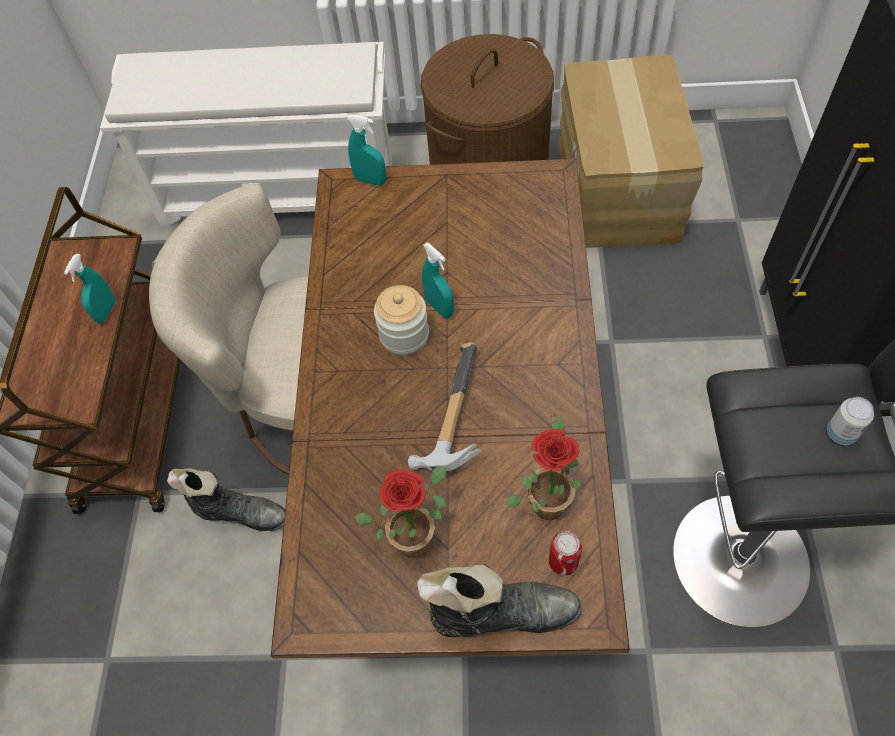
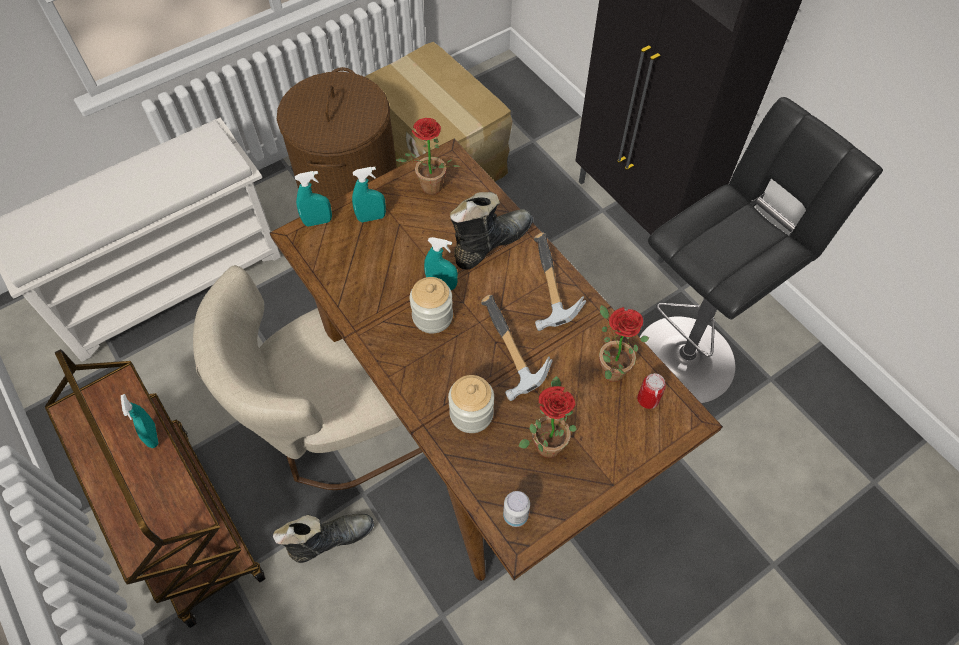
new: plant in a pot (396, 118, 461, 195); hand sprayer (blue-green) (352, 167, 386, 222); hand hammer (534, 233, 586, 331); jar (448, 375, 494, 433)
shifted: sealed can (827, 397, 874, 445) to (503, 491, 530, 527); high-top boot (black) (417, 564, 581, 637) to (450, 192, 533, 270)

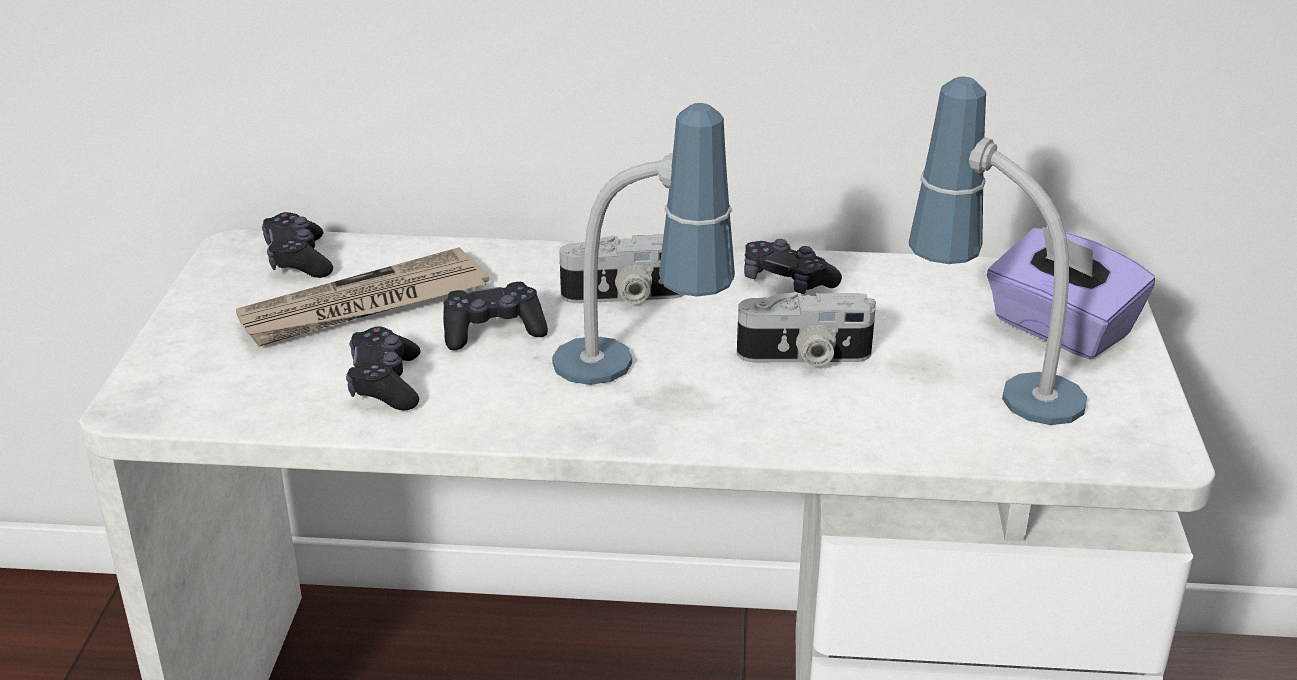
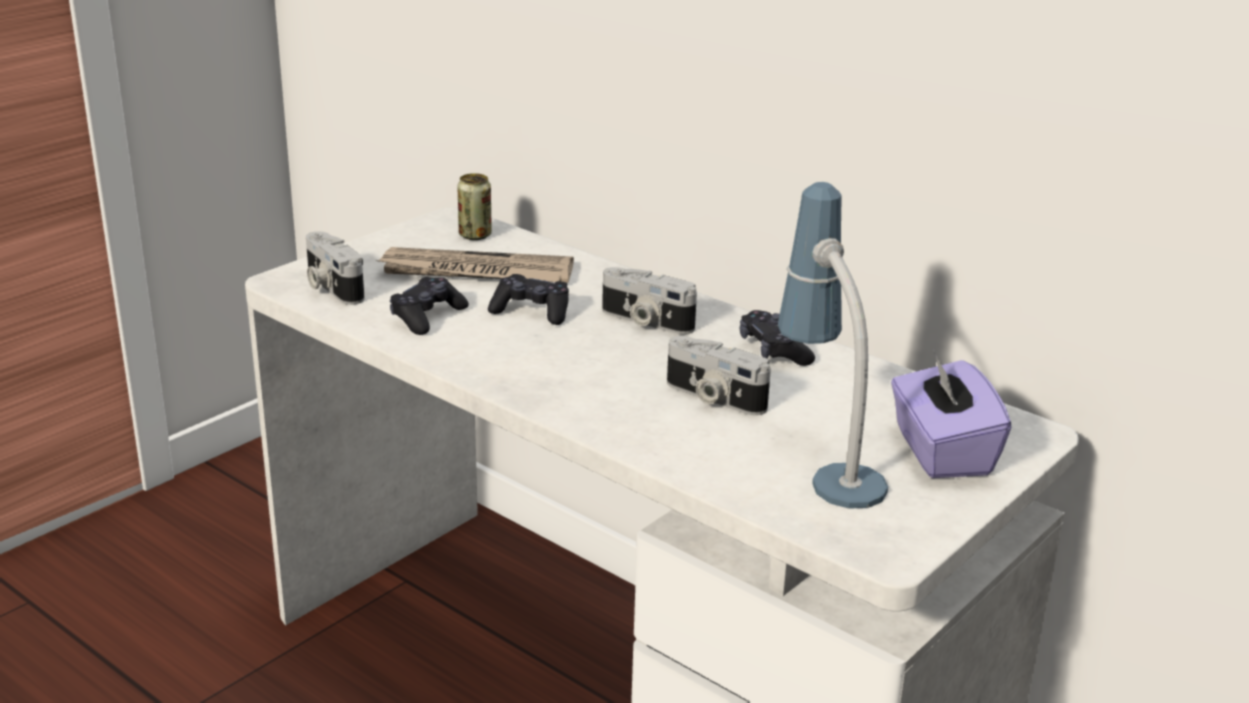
gone: table lamp (552, 103, 735, 385)
new: photo camera (306, 231, 365, 305)
swapped: game controller (black) (262, 212, 333, 278) to sealed can (457, 173, 492, 240)

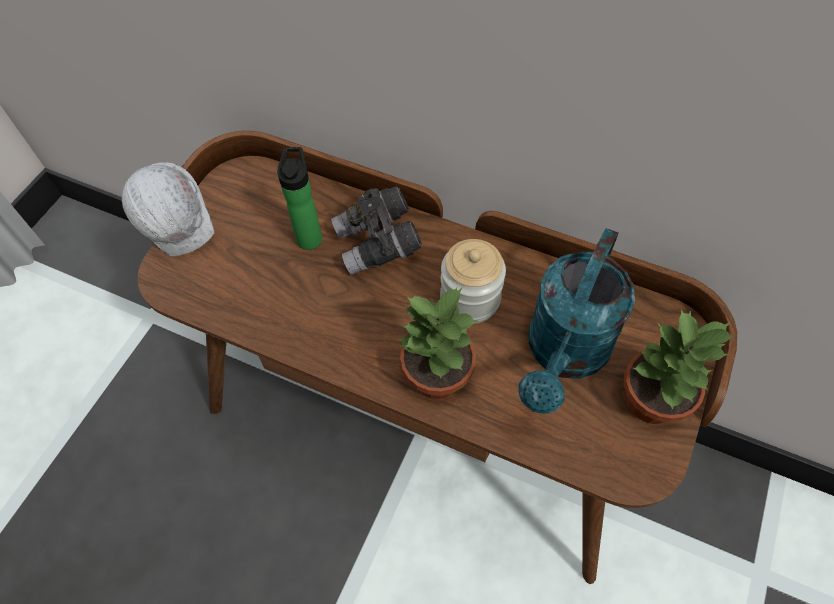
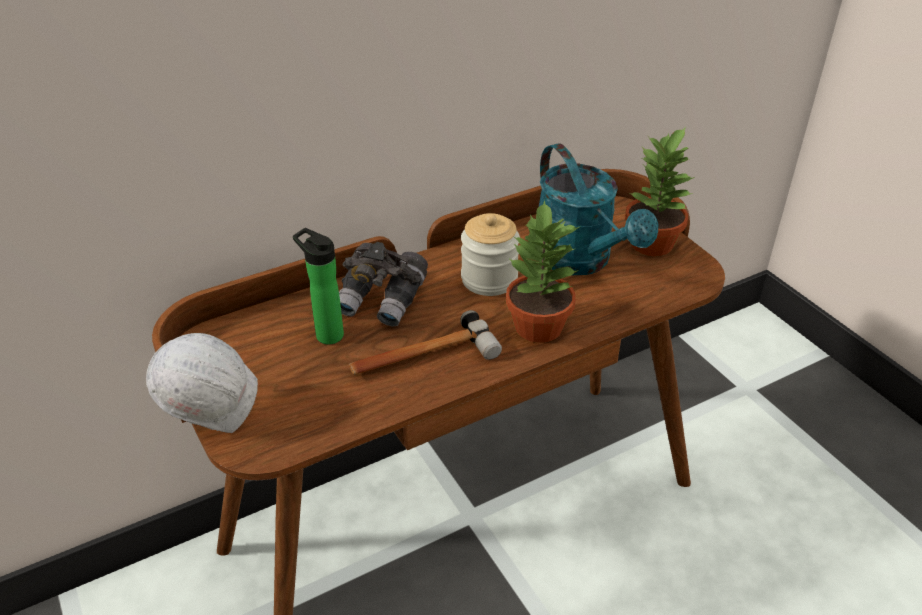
new: hand hammer (349, 310, 502, 375)

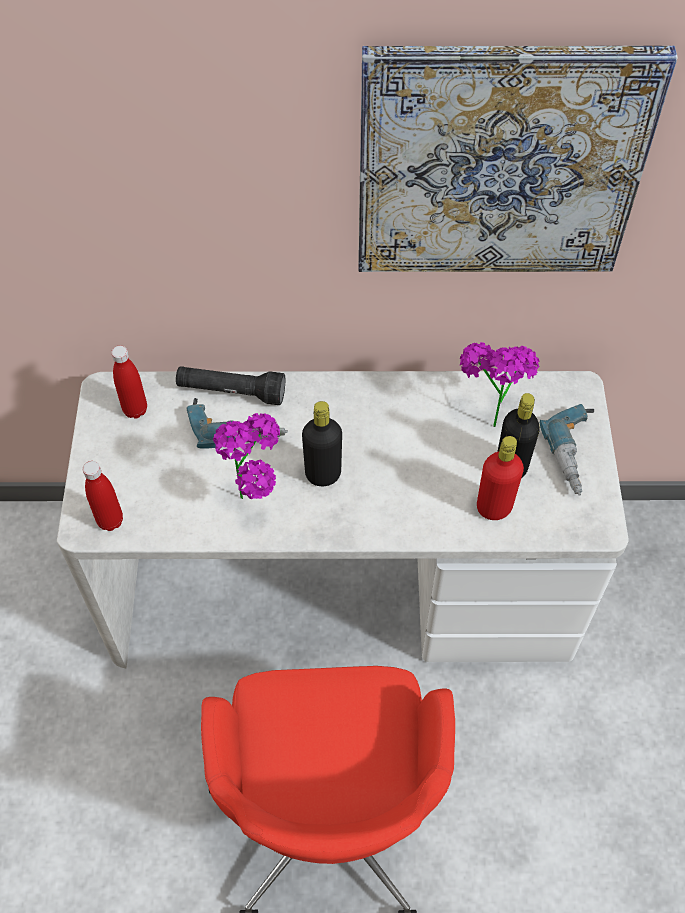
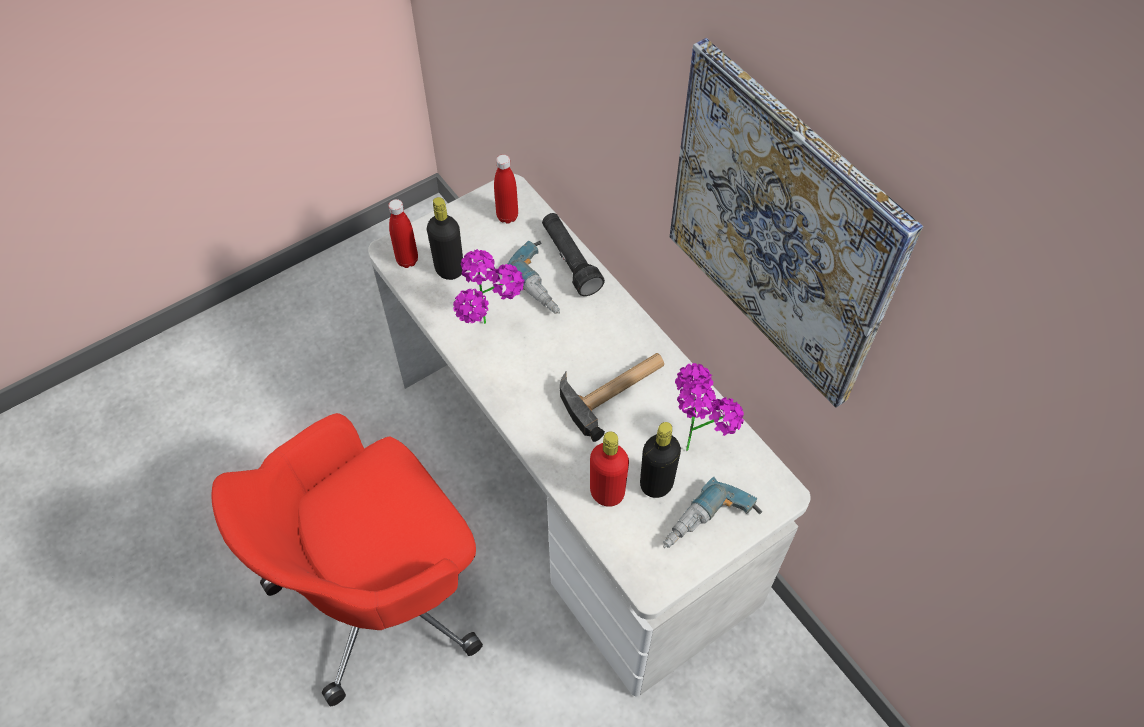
new: hand hammer (560, 353, 664, 442)
shifted: beverage bottle (black) (302, 401, 342, 486) to (427, 197, 463, 280)

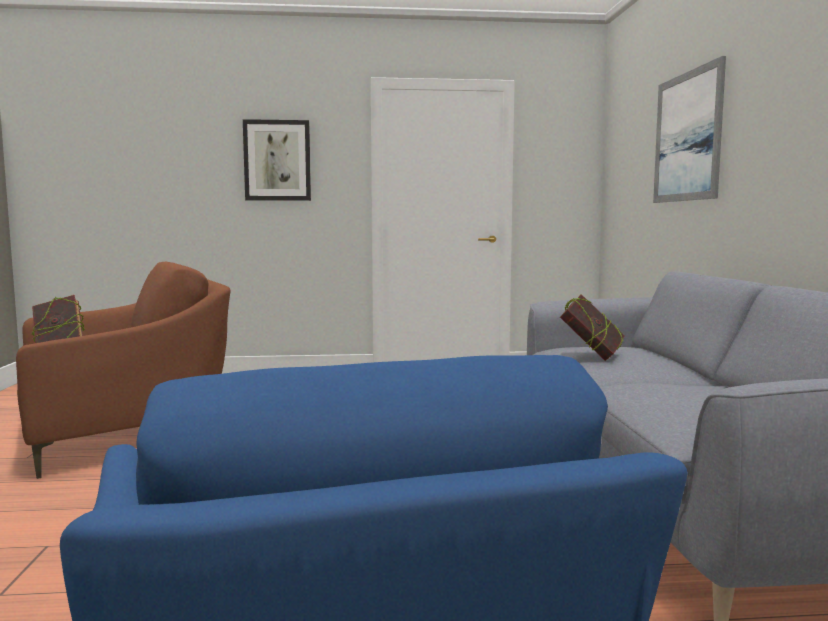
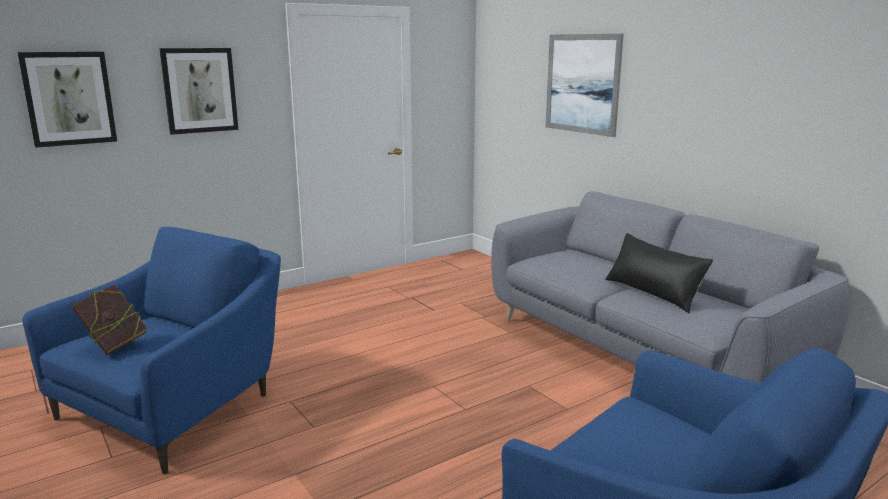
gone: volume (560, 294, 625, 361)
new: picture (17, 52, 117, 148); throw pillow (black) (605, 233, 713, 313)
repainted: easy chair (brown) (16, 262, 231, 479) to easy chair (bluish) (23, 227, 281, 474)

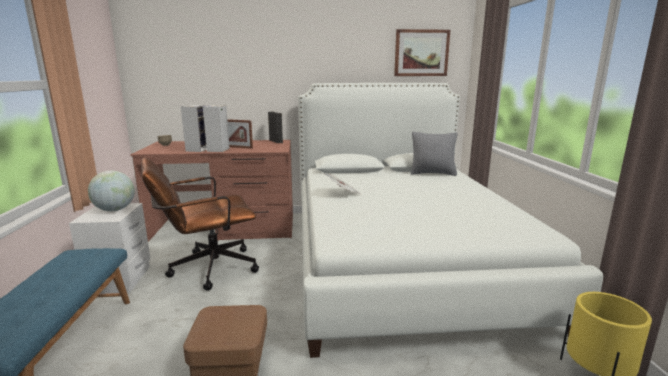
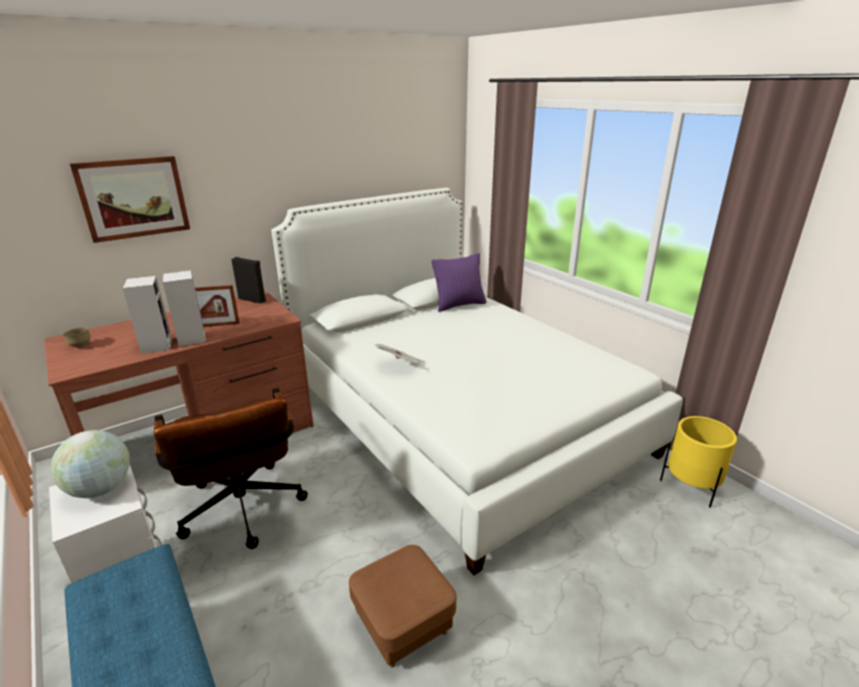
shifted: picture (394, 29, 450, 76) to (70, 156, 190, 243)
repainted: throw pillow (greyish) (411, 132, 458, 176) to throw pillow (purple-coloured) (431, 253, 487, 312)
rotated: computer chair (brown) (141, 157, 259, 291) = (154, 388, 308, 549) 60 degrees counterclockwise

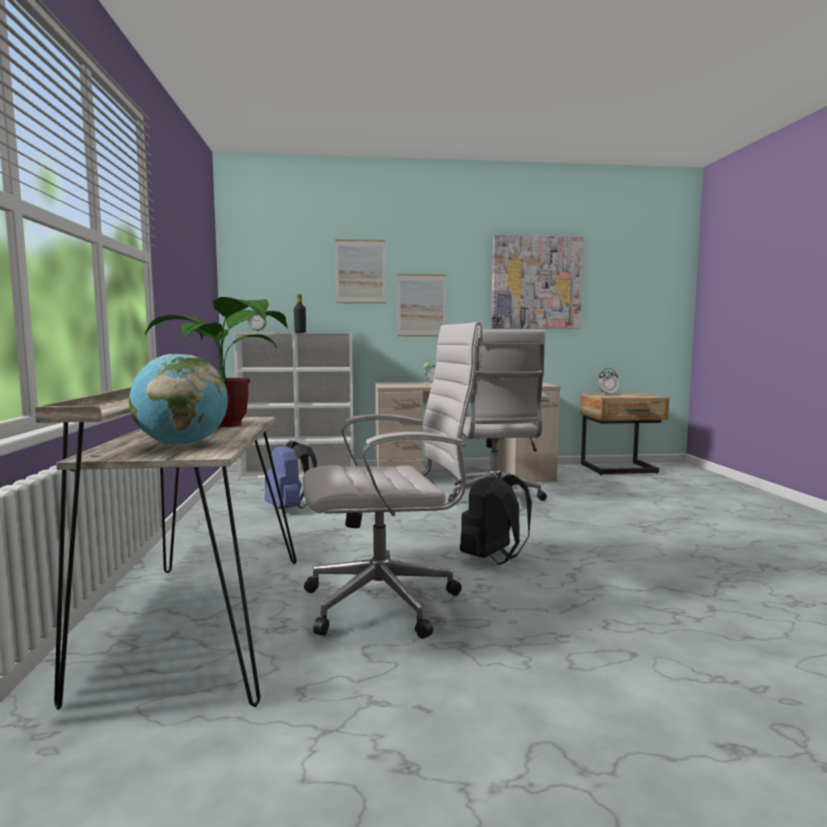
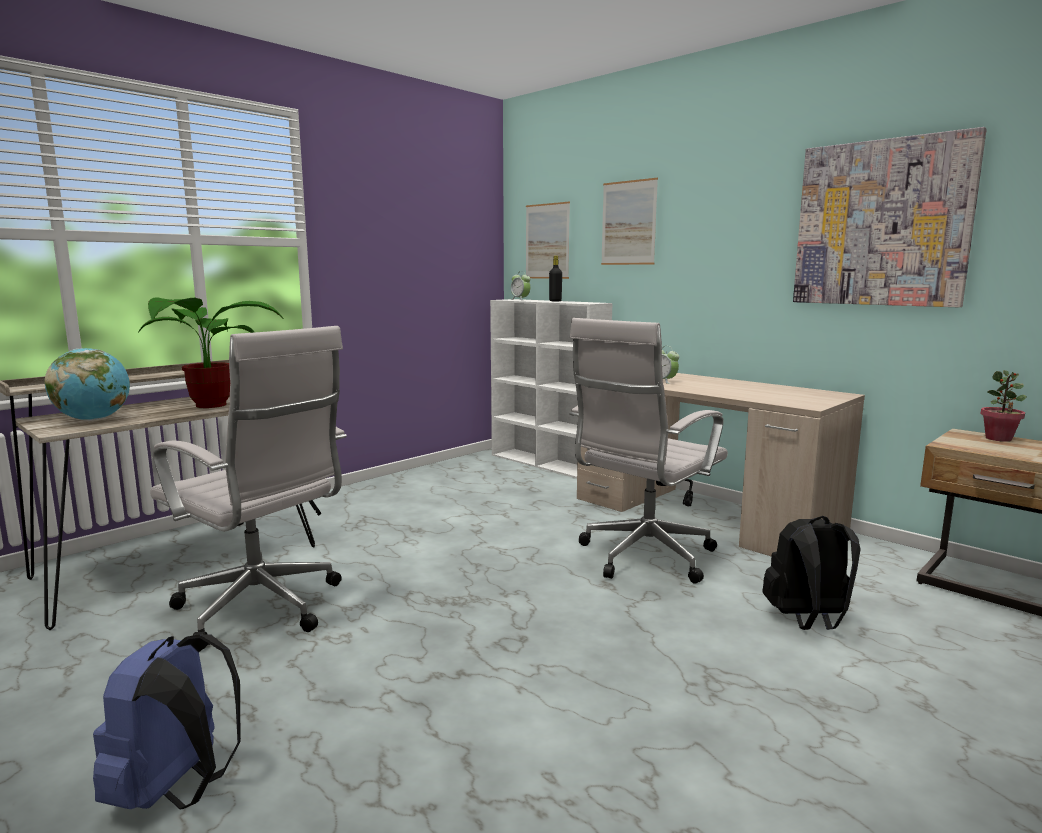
shifted: picture (397, 274, 446, 336) to (526, 202, 570, 279); knapsack (bluish) (264, 440, 317, 509) to (93, 634, 241, 809); knapsack (black) (460, 472, 532, 565) to (762, 516, 861, 630)
swapped: bedside clock (598, 368, 619, 394) to plant in a pot (981, 370, 1027, 442)

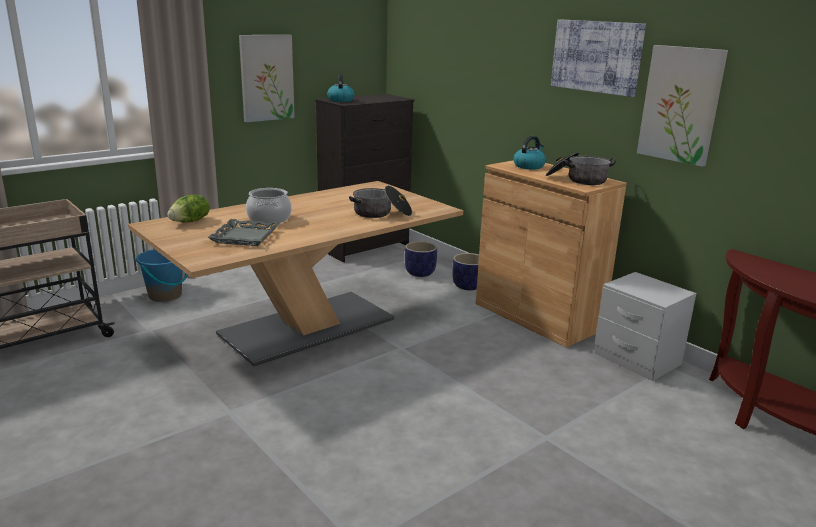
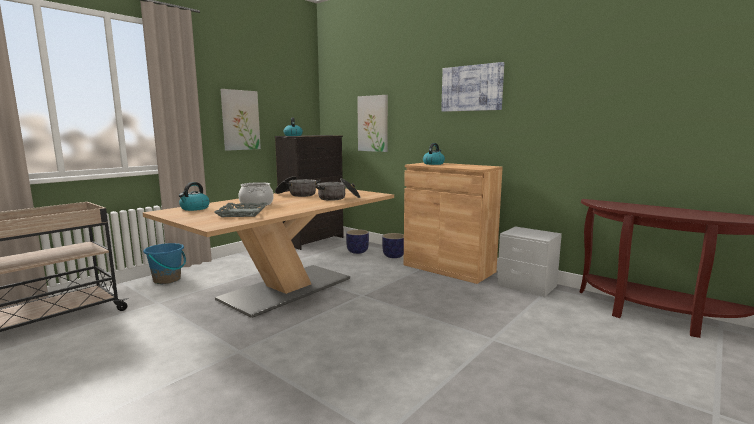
shifted: picture (637, 45, 728, 167) to (357, 95, 388, 152); stockpot (546, 152, 616, 185) to (275, 176, 321, 197)
swapped: lettuce head (167, 194, 210, 223) to water kettle (179, 182, 210, 211)

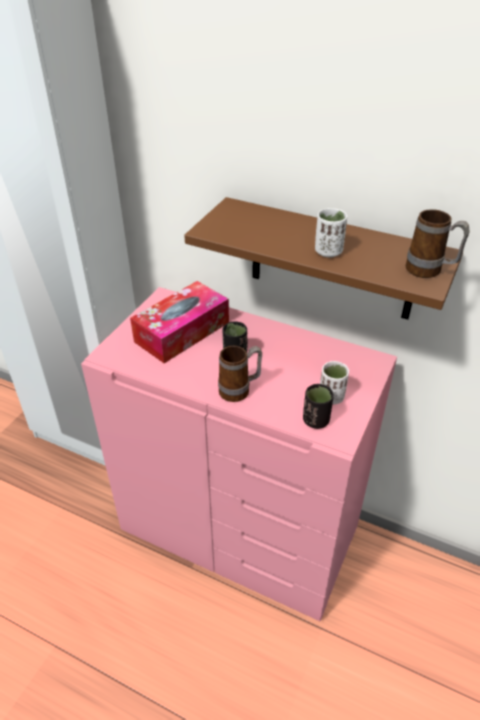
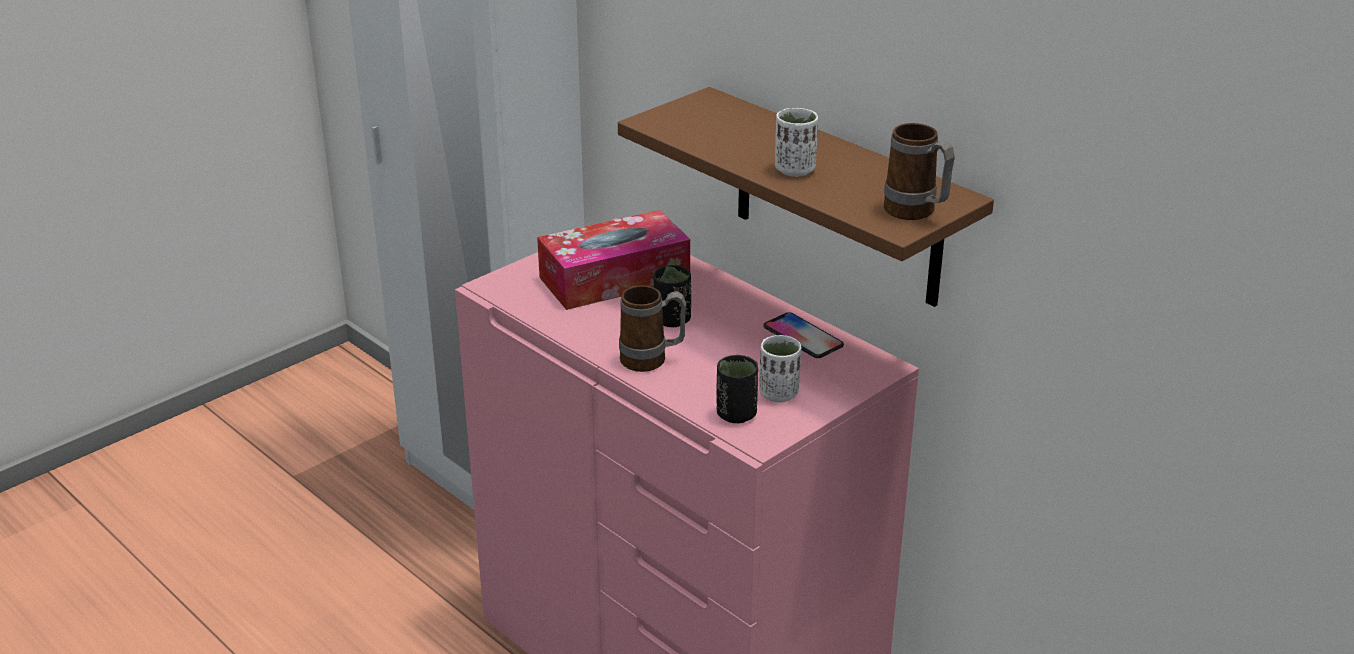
new: handset (763, 312, 844, 358)

